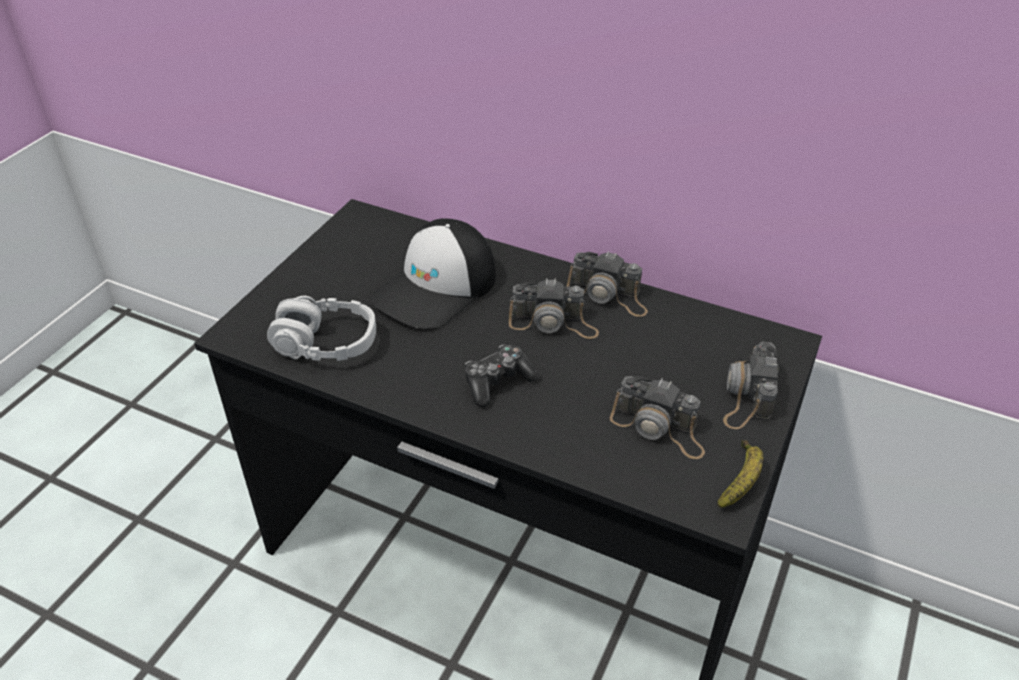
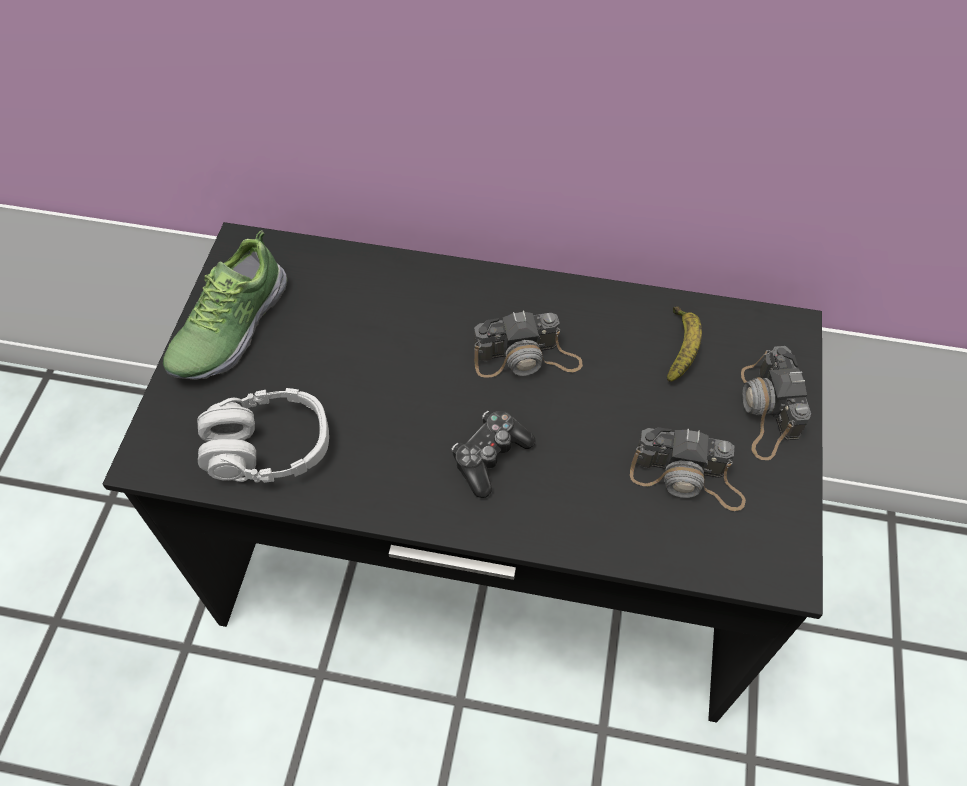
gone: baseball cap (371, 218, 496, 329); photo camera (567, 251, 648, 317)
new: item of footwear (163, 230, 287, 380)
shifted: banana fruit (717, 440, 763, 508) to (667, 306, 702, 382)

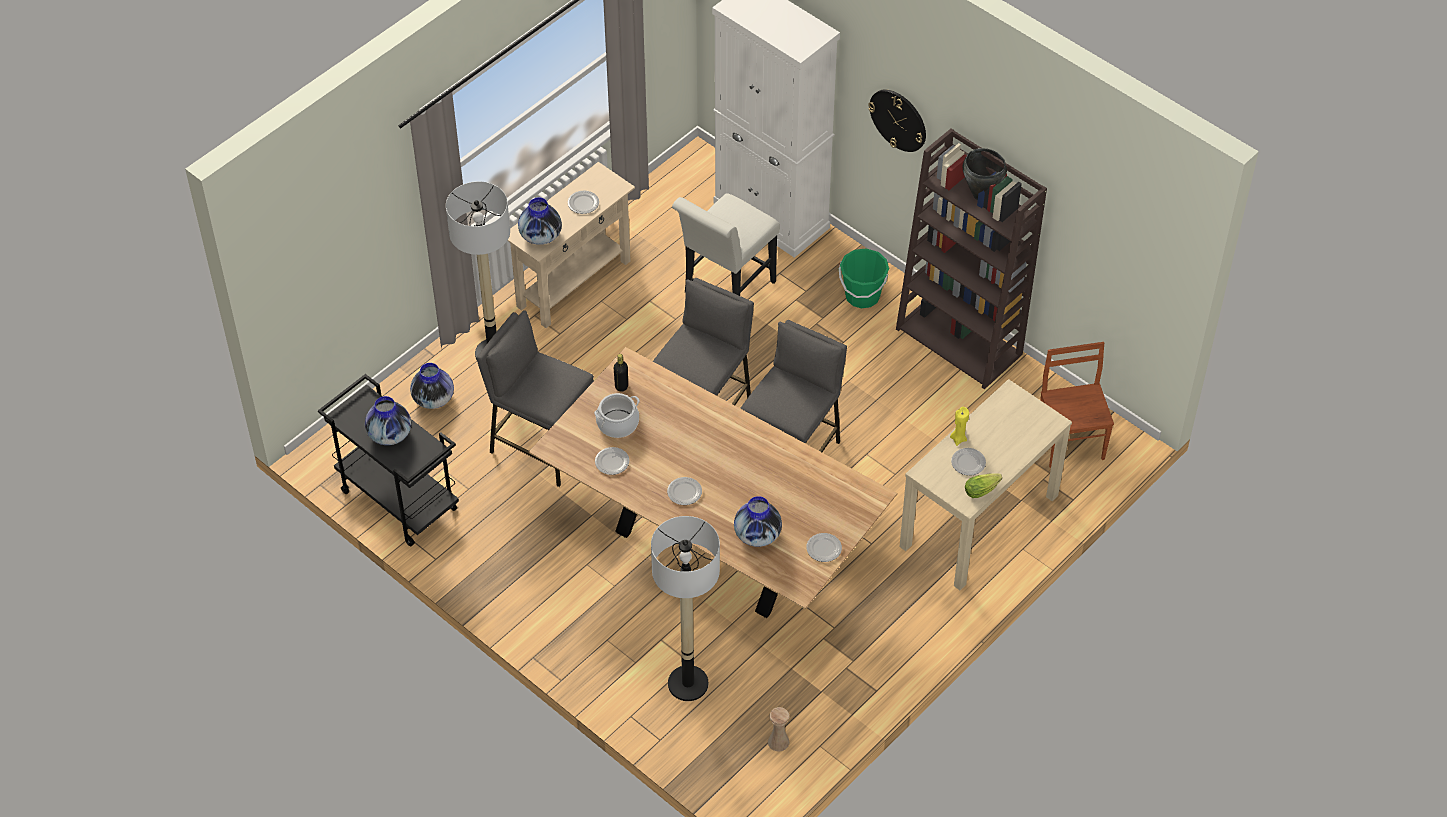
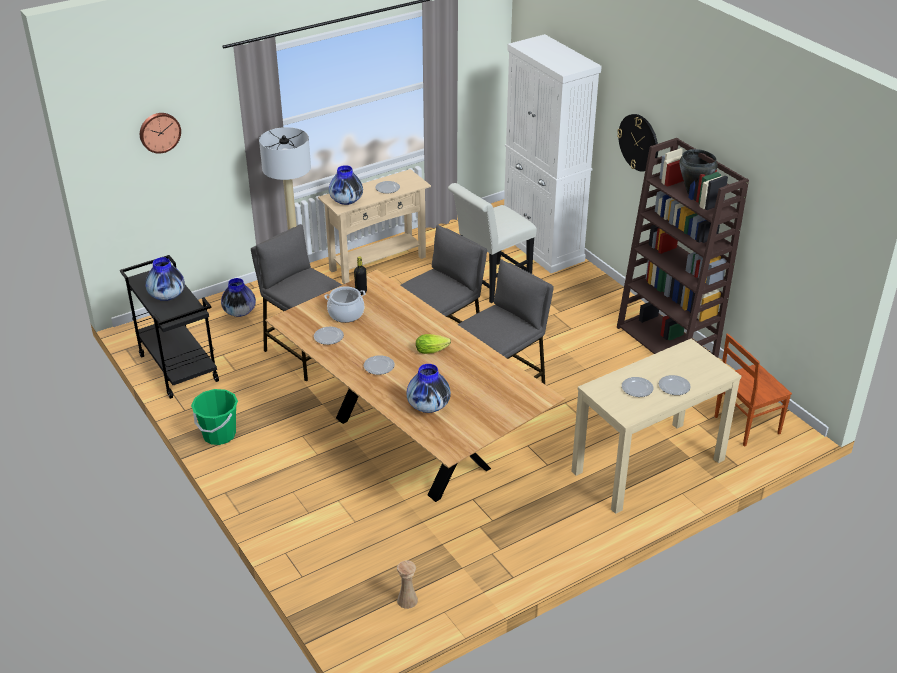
gone: wax candle (yellow-coloured) (950, 407, 969, 446); floor lamp (651, 516, 720, 701)
new: clock on the wall (140, 113, 181, 154)
shifted: water bucket (greenish) (839, 248, 889, 308) to (191, 389, 238, 445); lettuce head (965, 474, 1002, 498) to (416, 334, 451, 354); flat dish (807, 533, 842, 562) to (659, 375, 691, 395)
rotated: chair (brown) (1040, 342, 1114, 468) = (714, 333, 792, 447) 120 degrees counterclockwise

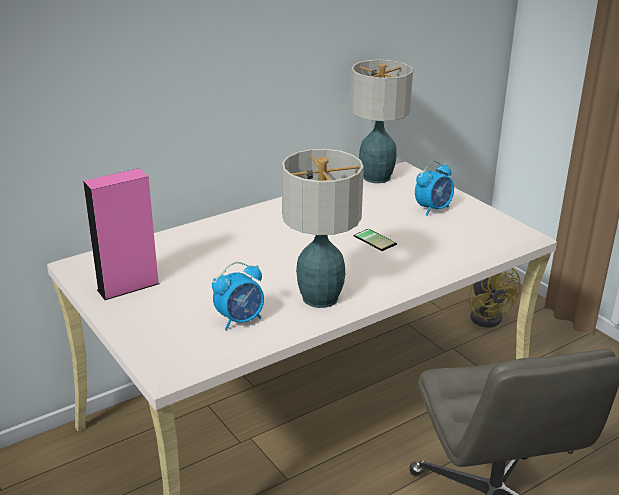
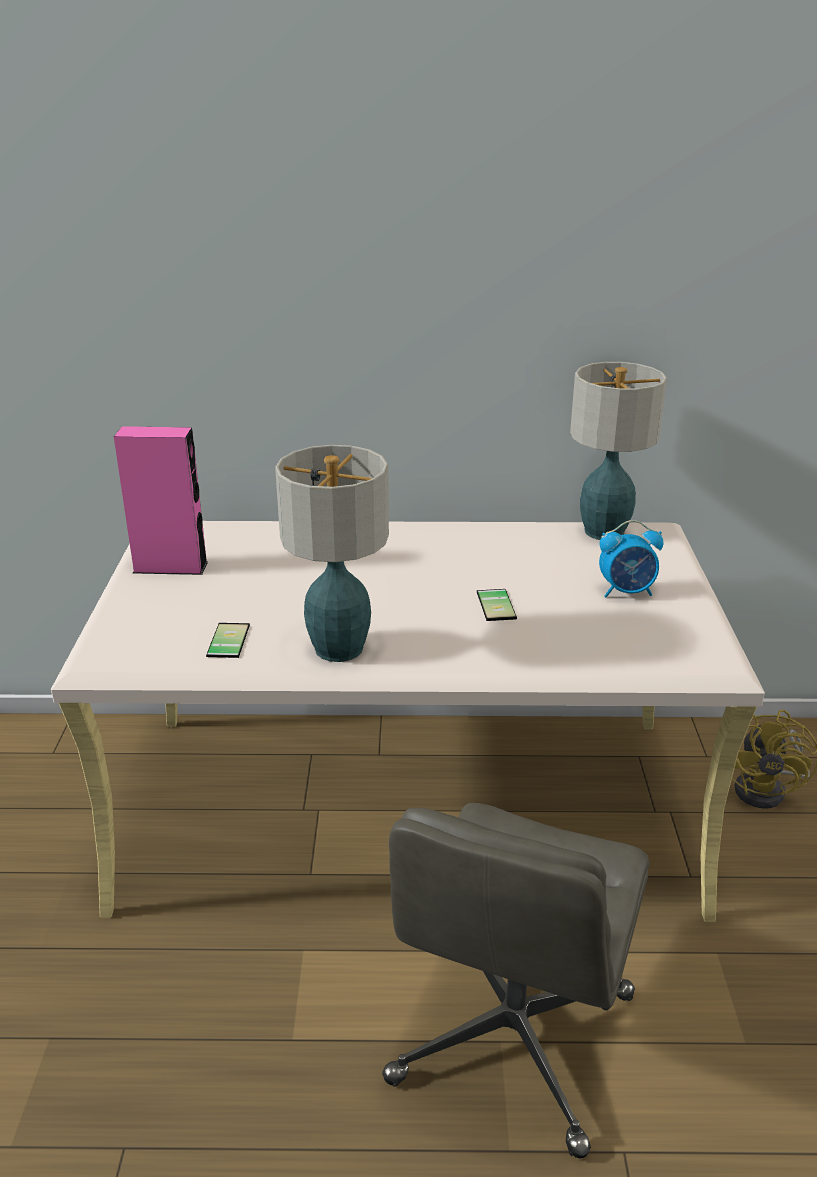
swapped: bedside clock (212, 262, 264, 330) to handset (206, 623, 250, 658)

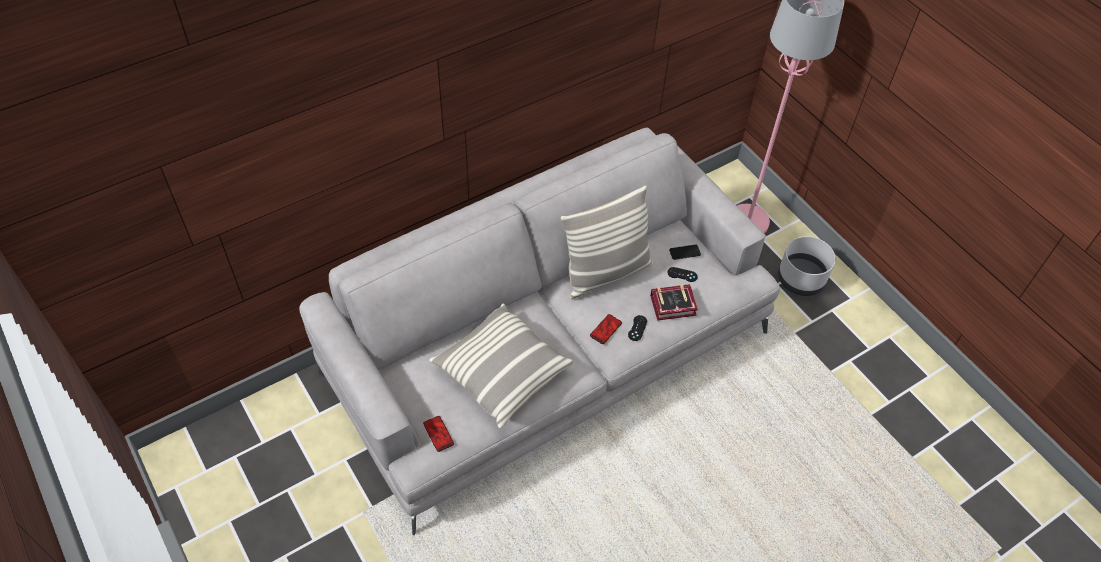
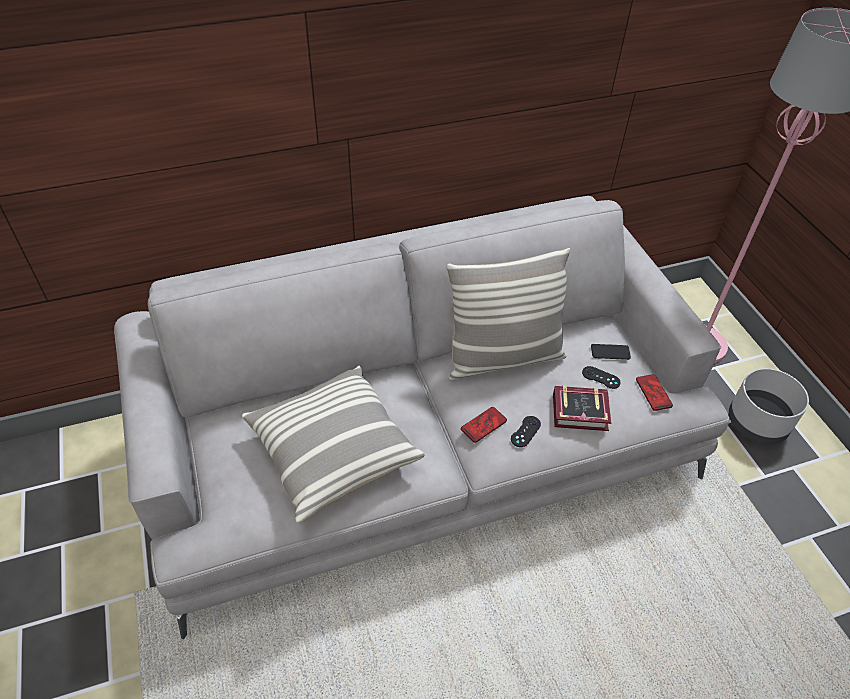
shifted: handset (423, 416, 454, 452) to (636, 374, 673, 411)

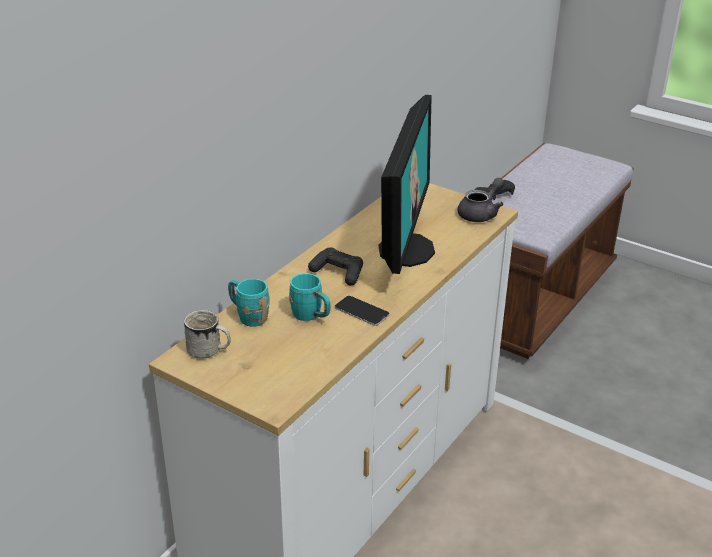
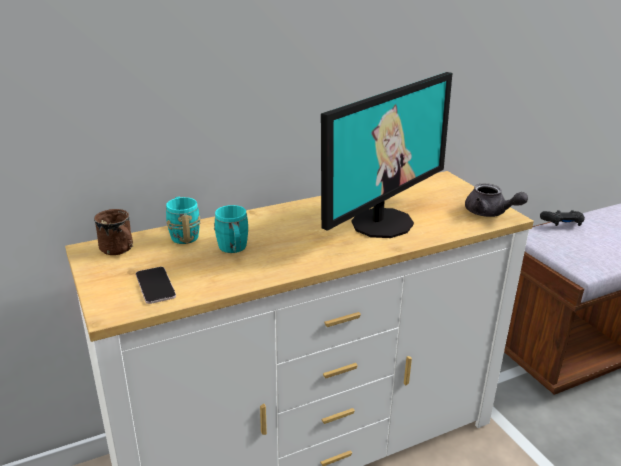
gone: game controller (black) (308, 247, 363, 286)
shifted: handset (335, 296, 390, 326) to (136, 267, 176, 304)
repainted: mug (white-coloured) (184, 310, 231, 359) to mug (brown) (94, 209, 133, 255)
rotated: tea pot (greyish) (458, 178, 505, 222) = (465, 183, 528, 217) 60 degrees clockwise

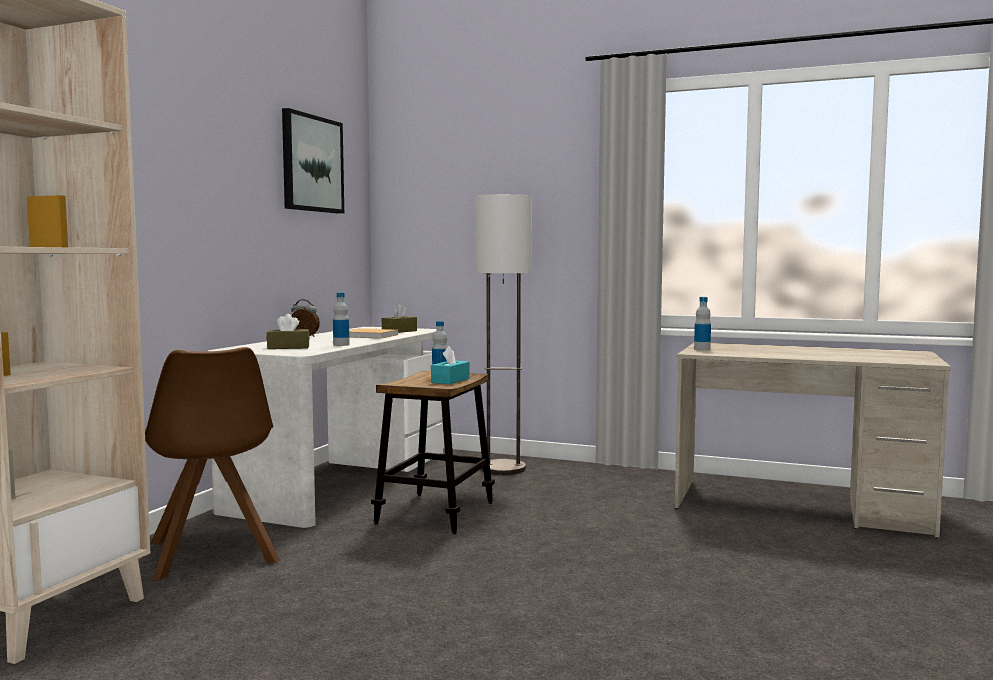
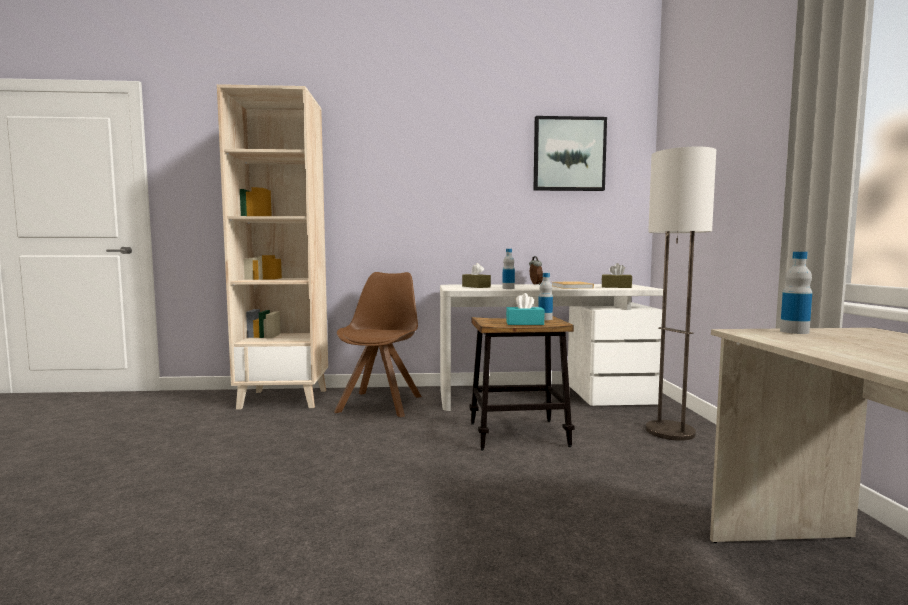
rotated: chair (brown) (145, 347, 280, 581) = (334, 272, 422, 417) 150 degrees clockwise

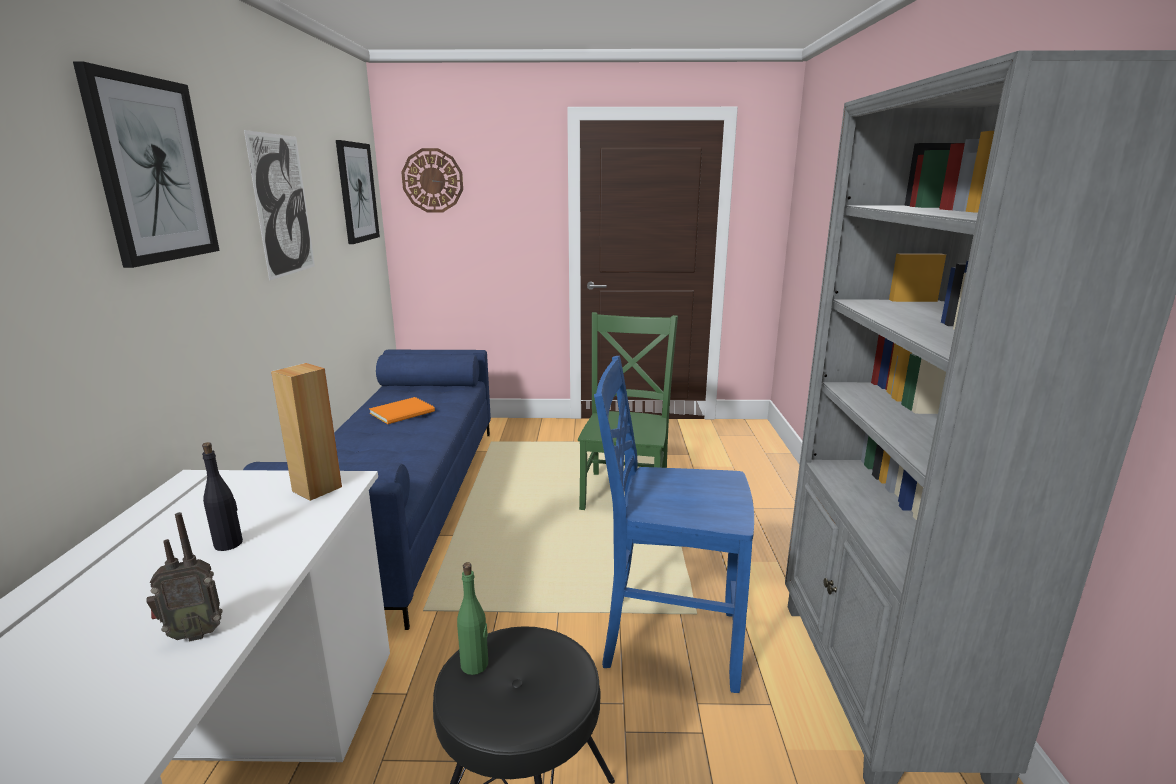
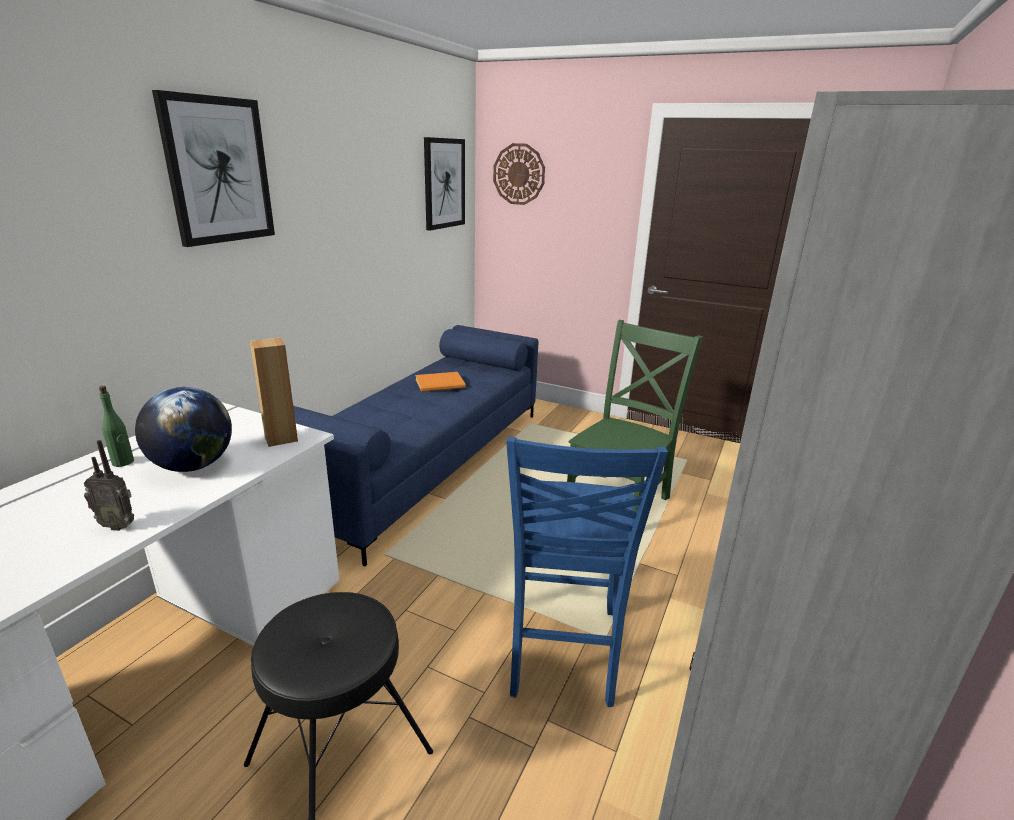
gone: picture (244, 130, 315, 281)
shifted: beverage bottle (greenish) (457, 562, 488, 675) to (99, 386, 134, 467)
swapped: beverage bottle (black) (202, 442, 243, 551) to world globe (135, 387, 232, 472)
rotated: chair (bluish) (594, 356, 754, 693) = (506, 436, 668, 707) 120 degrees counterclockwise

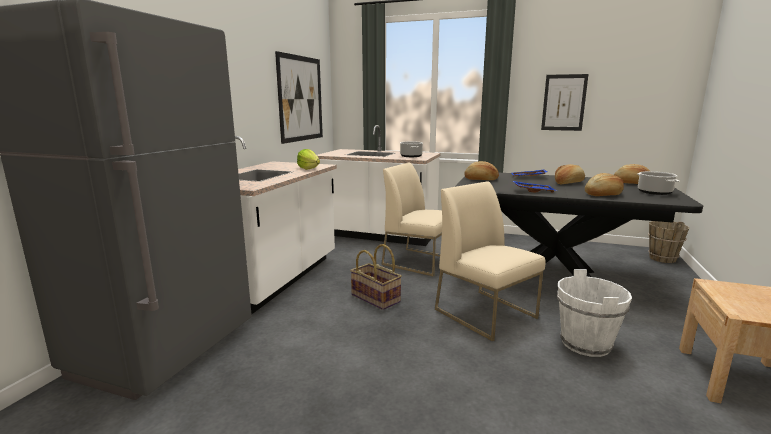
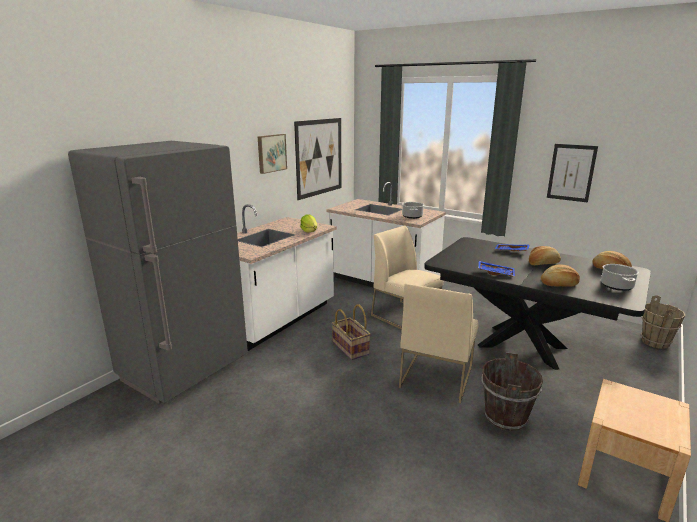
gone: bread (465, 161, 499, 180)
new: picture (258, 134, 287, 174)
repainted: water bucket (white-coloured) (557, 269, 632, 357) to water bucket (brown) (482, 353, 543, 431)
rotated: chair (beige) (435, 181, 545, 341) = (399, 284, 478, 403) 135 degrees counterclockwise

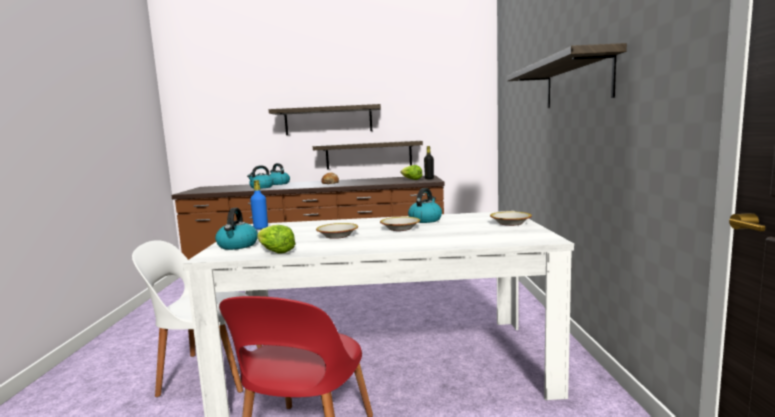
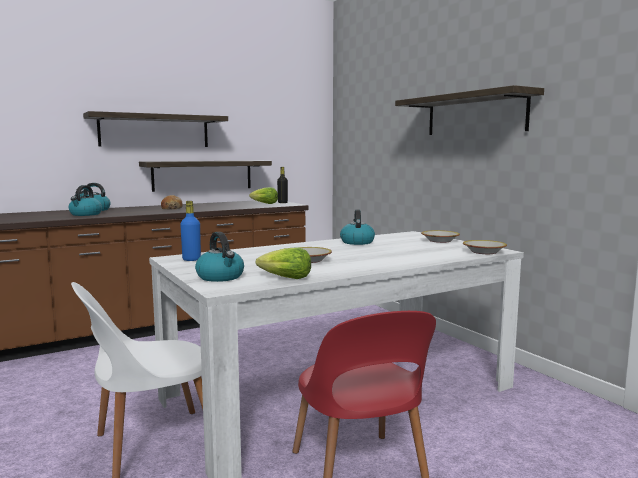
shifted: serving bowl (380, 217, 420, 231) to (463, 240, 507, 254)

